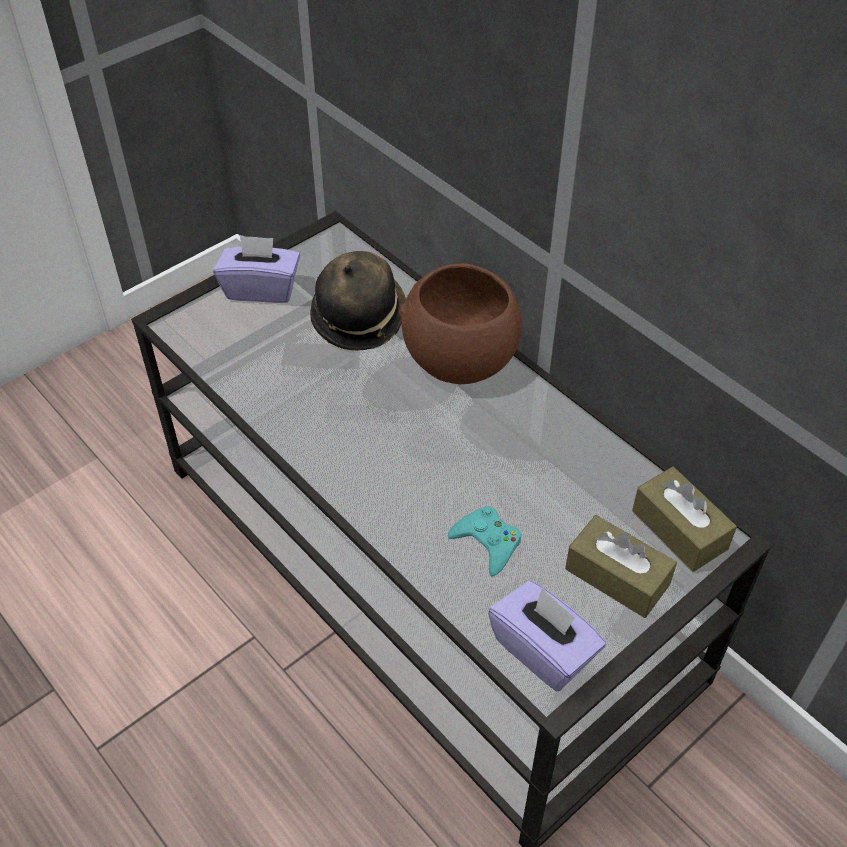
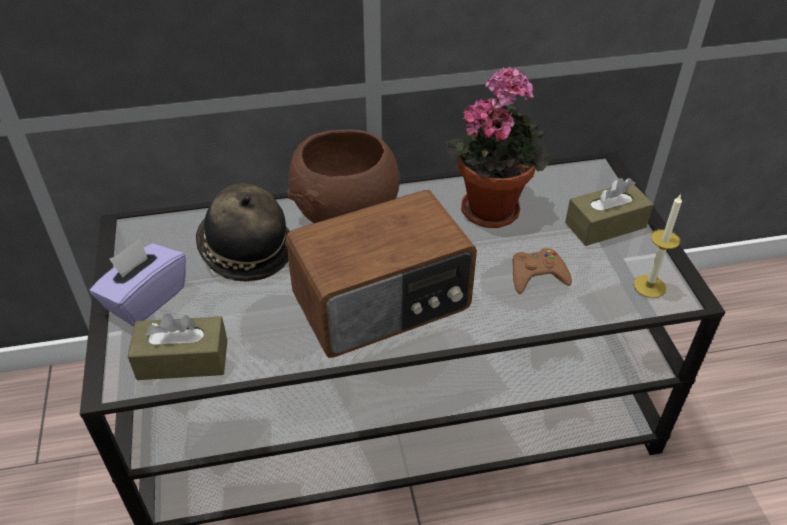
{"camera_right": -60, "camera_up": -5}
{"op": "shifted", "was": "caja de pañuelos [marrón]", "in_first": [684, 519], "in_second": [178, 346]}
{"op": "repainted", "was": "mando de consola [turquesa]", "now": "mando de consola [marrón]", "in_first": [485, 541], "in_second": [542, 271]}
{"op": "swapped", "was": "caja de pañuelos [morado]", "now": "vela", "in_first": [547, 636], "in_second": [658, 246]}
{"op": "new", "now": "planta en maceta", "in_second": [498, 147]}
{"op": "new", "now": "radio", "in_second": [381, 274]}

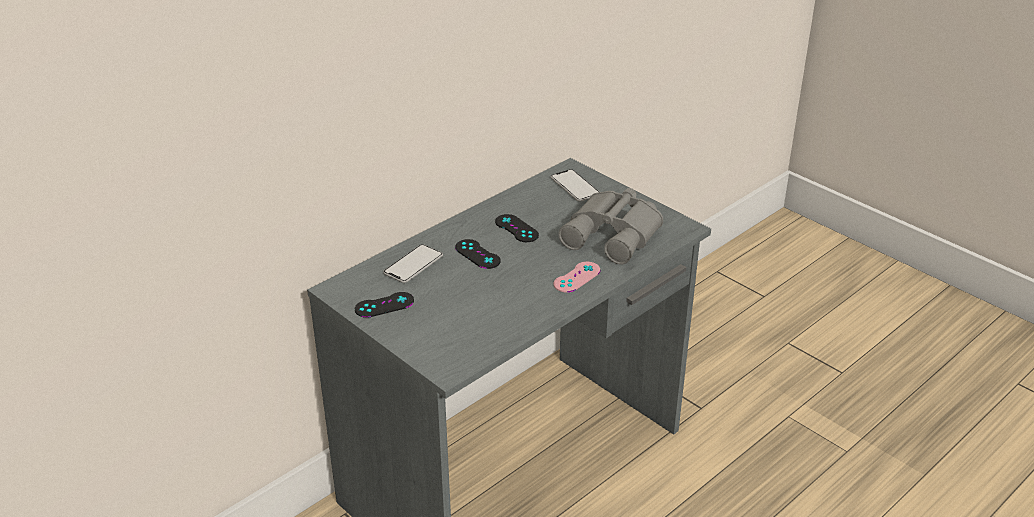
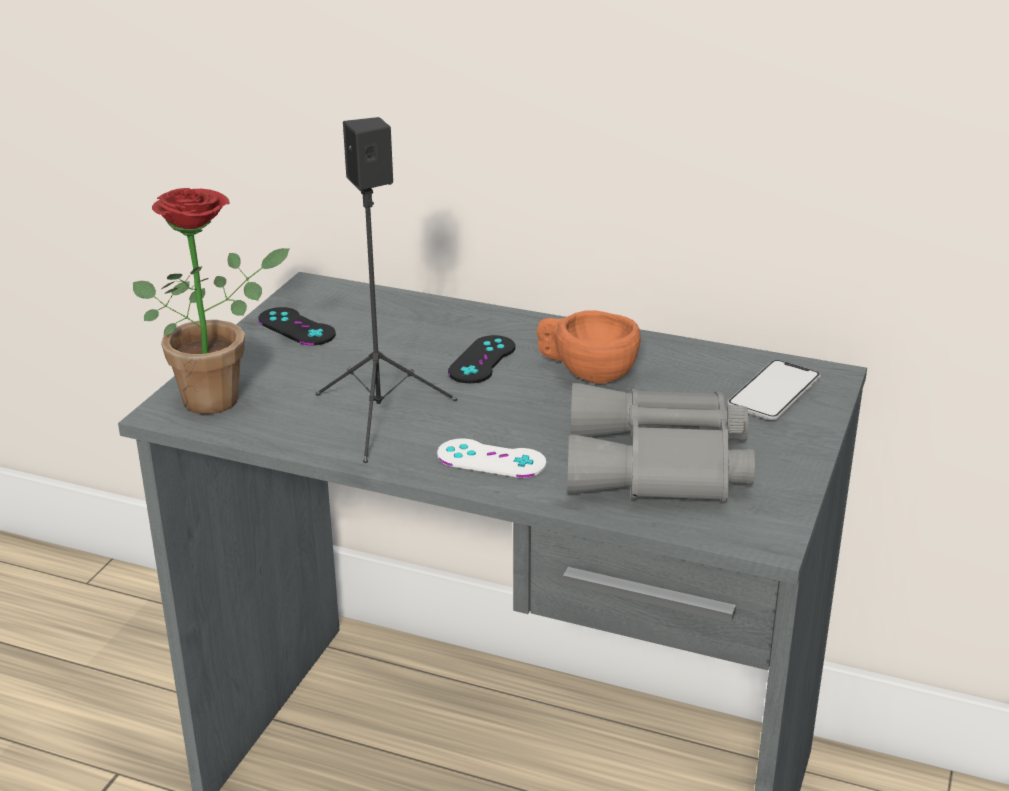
{"camera_right": 65, "camera_up": -5}
{"op": "swapped", "was": "mando de consola [negro]", "now": "taza [naranja]", "in_first": [517, 228], "in_second": [589, 347]}
{"op": "gone", "was": "móvil", "in_first": [413, 263]}
{"op": "repainted", "was": "mando de consola [rosa]", "now": "mando de consola [blanco]", "in_first": [577, 277], "in_second": [491, 458]}
{"op": "new", "now": "altavoz [negro]", "in_second": [386, 290]}
{"op": "new", "now": "planta en maceta", "in_second": [211, 301]}

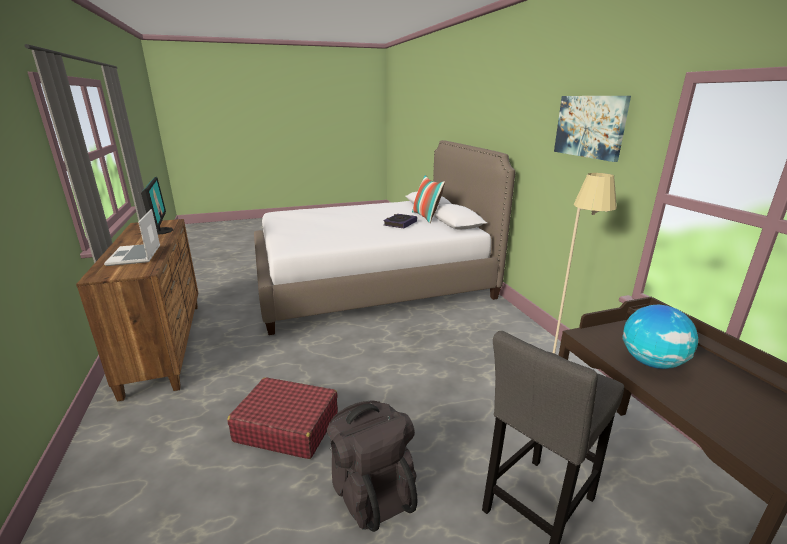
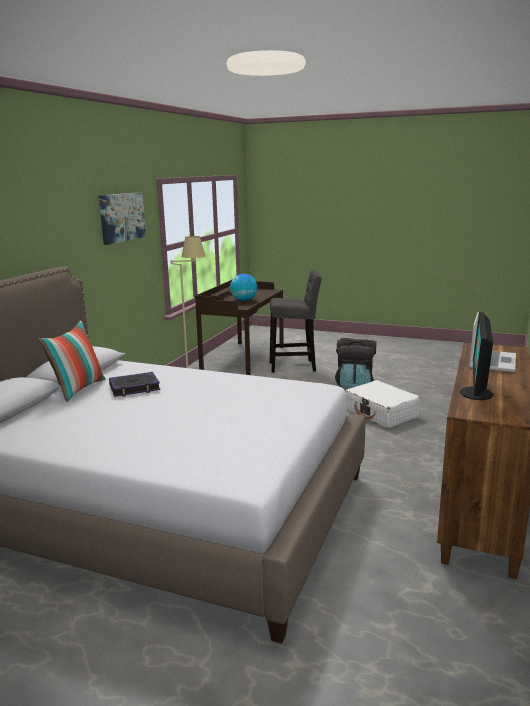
{"camera_right": -140, "camera_up": -5}
{"op": "repainted", "was": "maleta [rojo]", "now": "maleta [blanco]", "in_first": [282, 418], "in_second": [383, 404]}

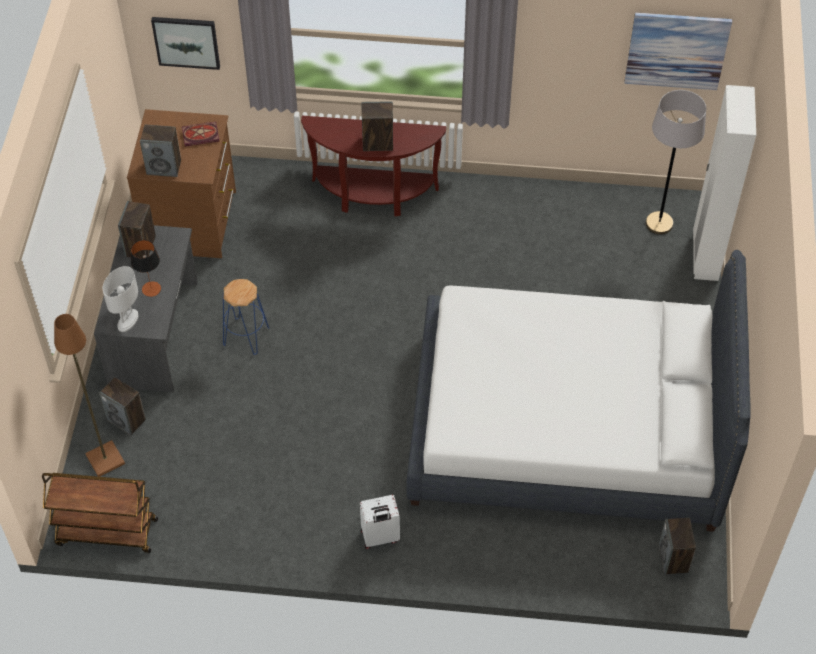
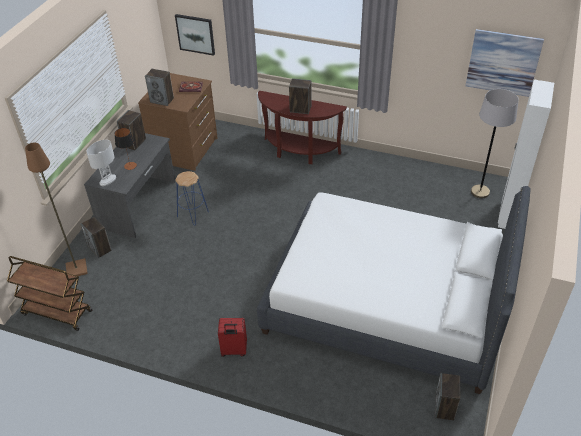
{"camera_right": 15, "camera_up": -10}
{"op": "repainted", "was": "maleta [blanco]", "now": "maleta [rojo]", "in_first": [380, 522], "in_second": [232, 337]}

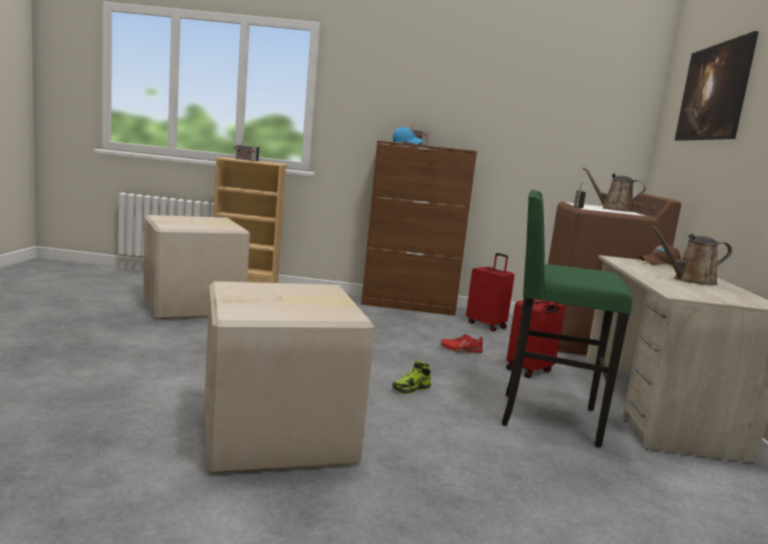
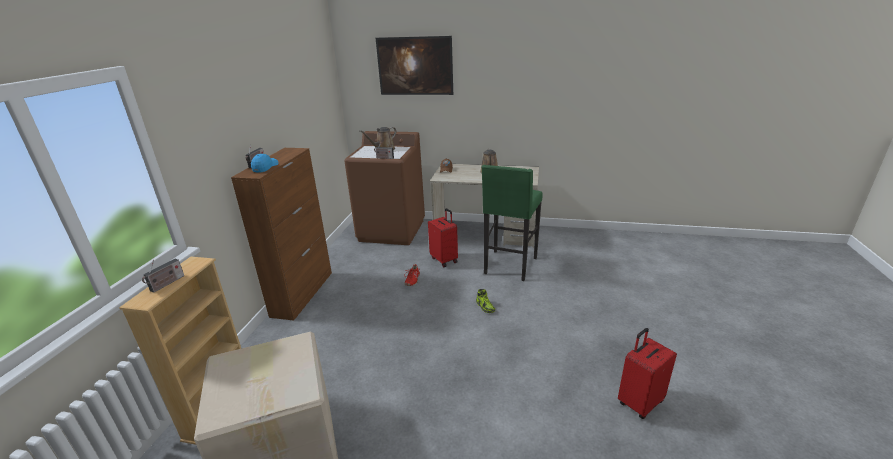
{"camera_right": -80, "camera_up": 15}
{"op": "shifted", "was": "maleta [rojo]", "in_first": [490, 292], "in_second": [647, 373]}
{"op": "gone", "was": "caja de cartón", "in_first": [289, 377]}

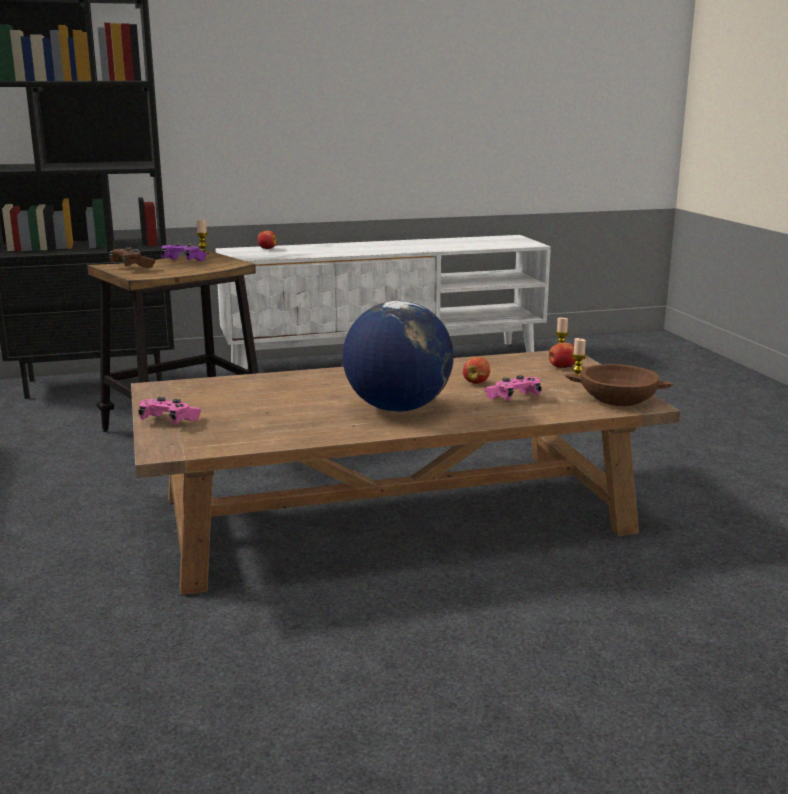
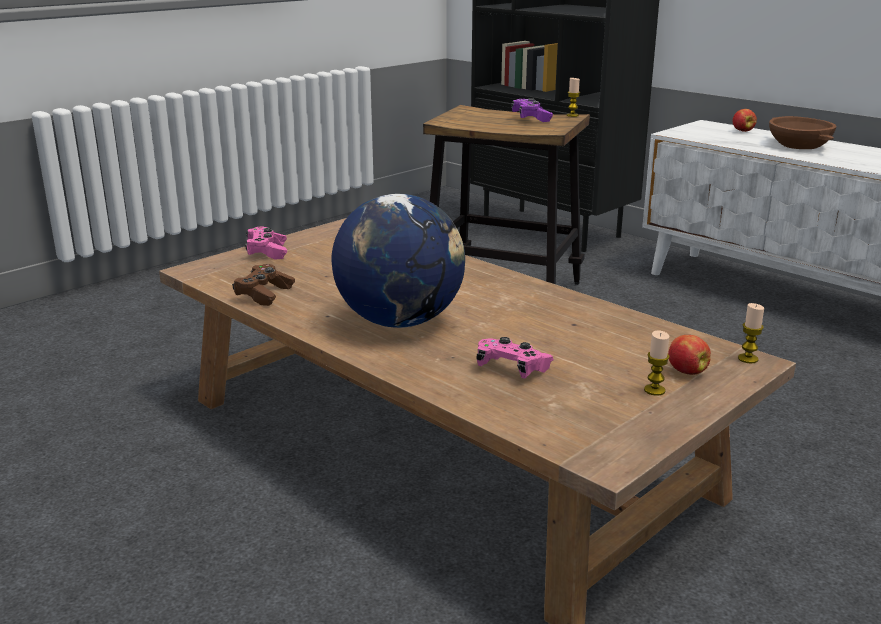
{"camera_right": 60, "camera_up": 5}
{"op": "shifted", "was": "mando de consola [marrón]", "in_first": [131, 258], "in_second": [263, 285]}
{"op": "gone", "was": "manzana", "in_first": [476, 370]}
{"op": "shifted", "was": "cuenco [marrón]", "in_first": [619, 385], "in_second": [803, 132]}

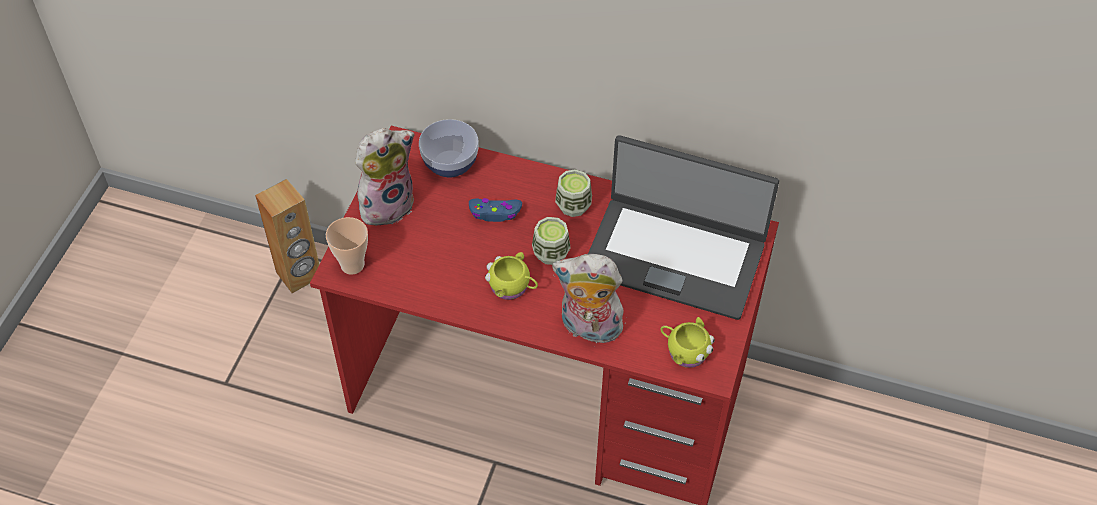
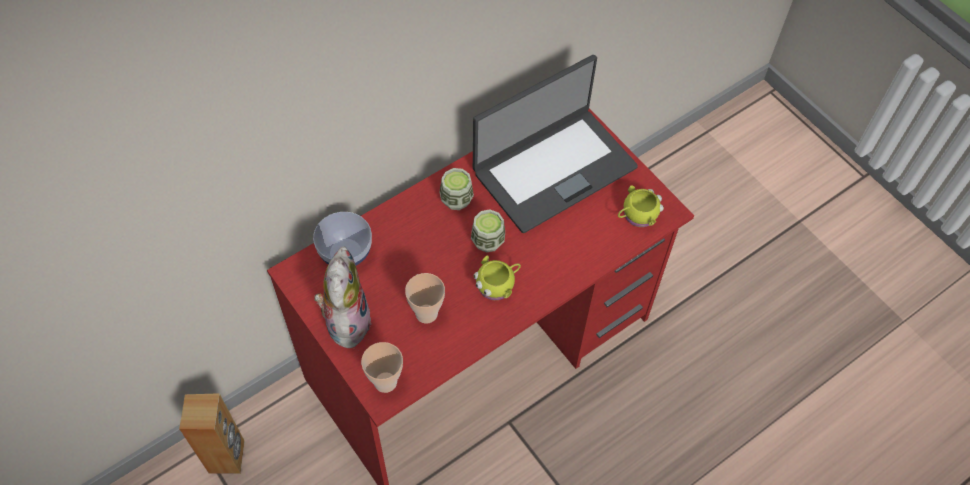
{"camera_right": -55, "camera_up": 5}
{"op": "gone", "was": "mando de consola [azul]", "in_first": [495, 210]}
{"op": "gone", "was": "peluche", "in_first": [589, 298]}
{"op": "new", "now": "taza", "in_second": [425, 298]}

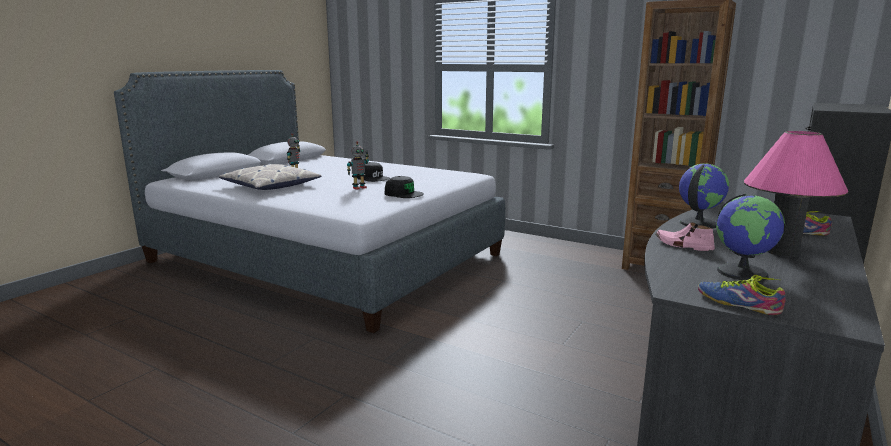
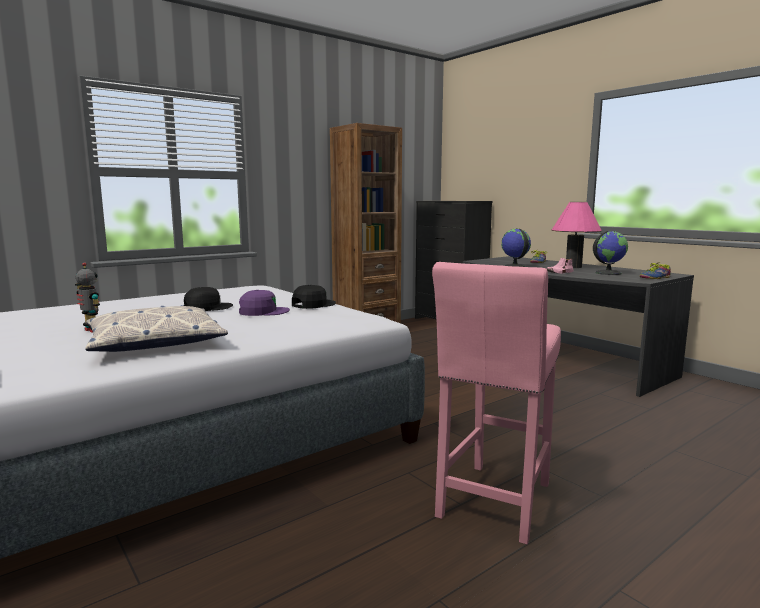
{"camera_right": -70, "camera_up": -5}
{"op": "swapped", "was": "robot de juguete", "now": "gorra [morado]", "in_first": [358, 165], "in_second": [264, 303]}
{"op": "new", "now": "taburete [rosa]", "in_second": [496, 403]}

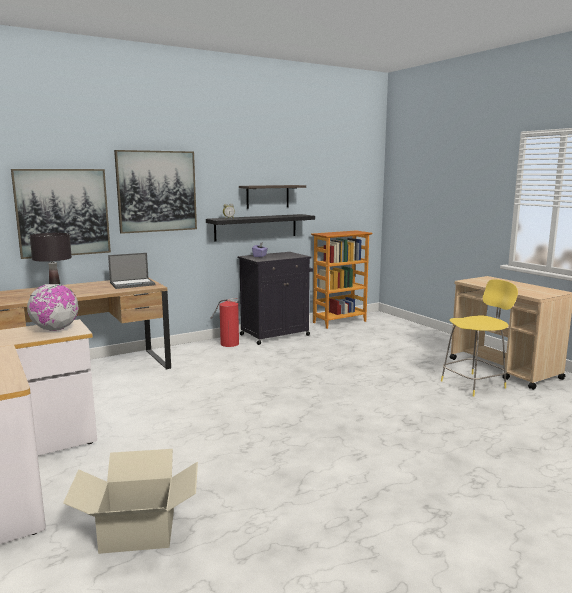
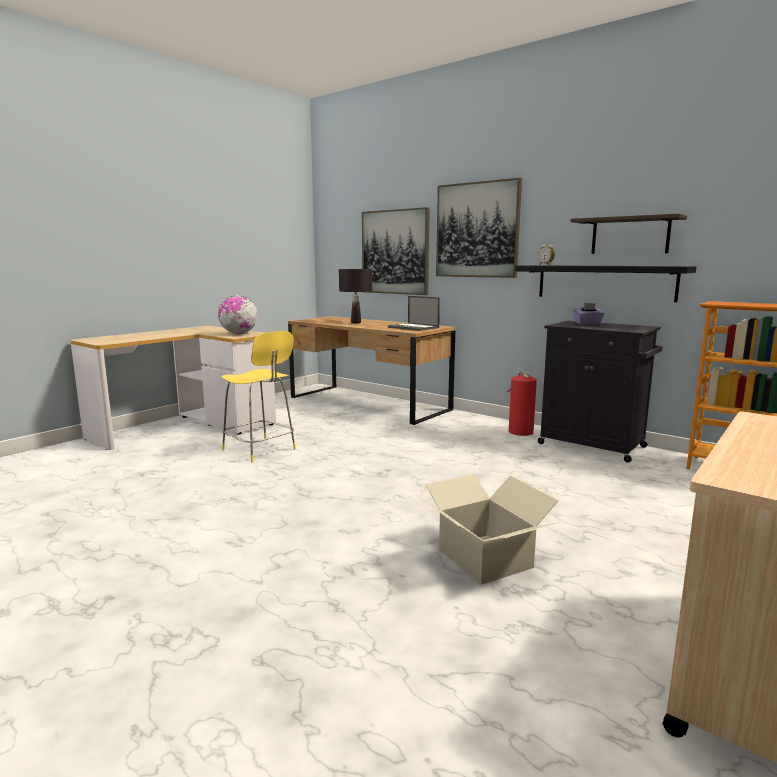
{"camera_right": 70, "camera_up": 0}
{"op": "shifted", "was": "taburete [amarillo]", "in_first": [479, 337], "in_second": [259, 397]}
{"op": "shifted", "was": "caja de cartón", "in_first": [130, 501], "in_second": [489, 529]}

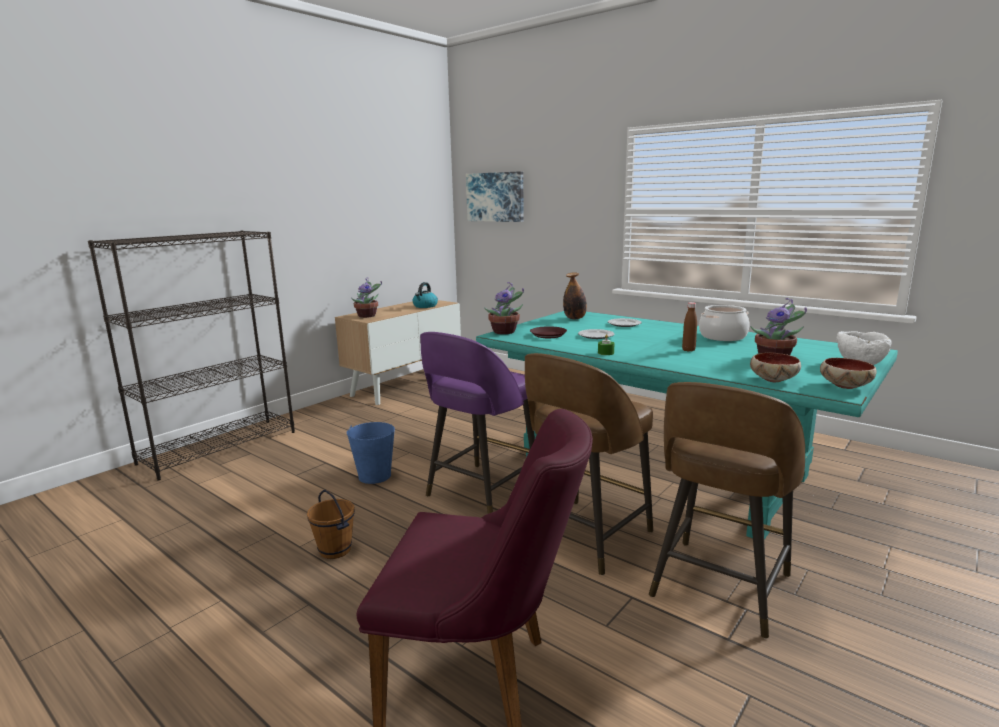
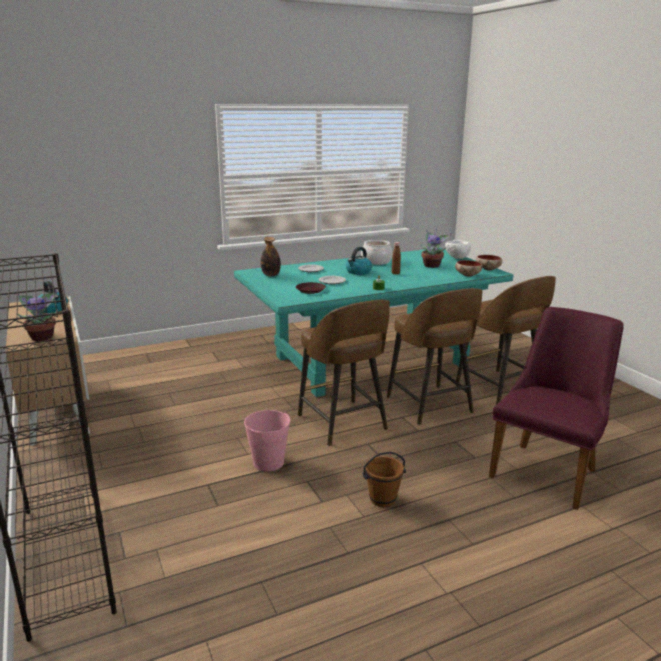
{"camera_right": -65, "camera_up": 5}
{"op": "gone", "was": "cuadro", "in_first": [495, 196]}
{"op": "gone", "was": "planta en maceta", "in_first": [504, 308]}
{"op": "repainted", "was": "taburete [morado]", "now": "taburete [marrón]", "in_first": [477, 423], "in_second": [344, 373]}
{"op": "repainted", "was": "cubo [azul]", "now": "cubo [rosa]", "in_first": [371, 453], "in_second": [267, 441]}
{"op": "new", "now": "hervidor", "in_second": [359, 261]}

